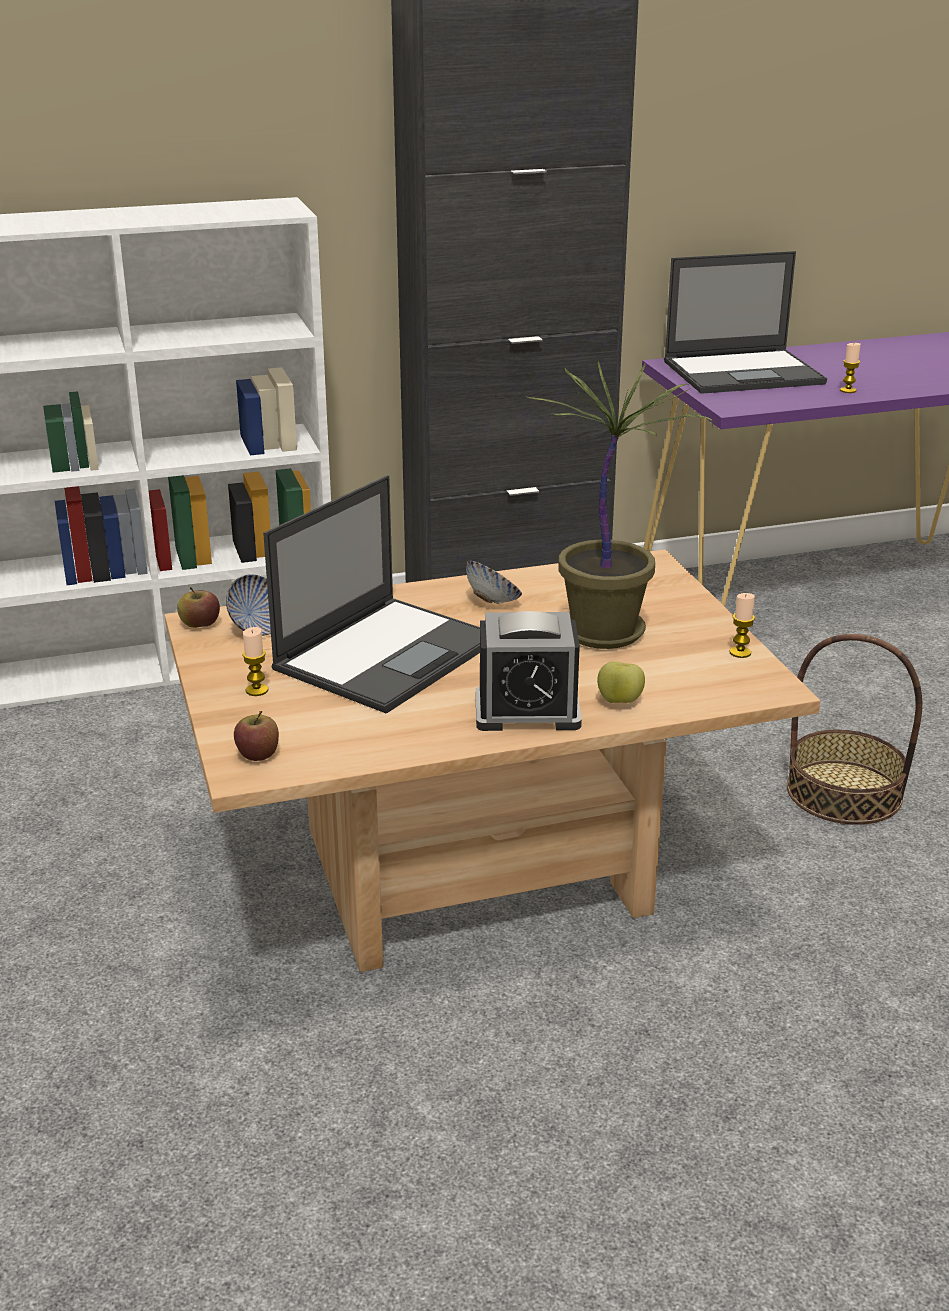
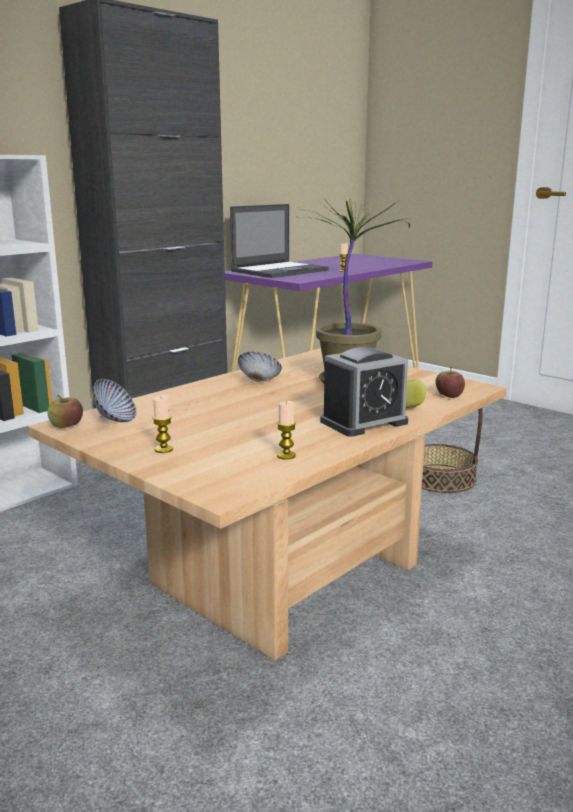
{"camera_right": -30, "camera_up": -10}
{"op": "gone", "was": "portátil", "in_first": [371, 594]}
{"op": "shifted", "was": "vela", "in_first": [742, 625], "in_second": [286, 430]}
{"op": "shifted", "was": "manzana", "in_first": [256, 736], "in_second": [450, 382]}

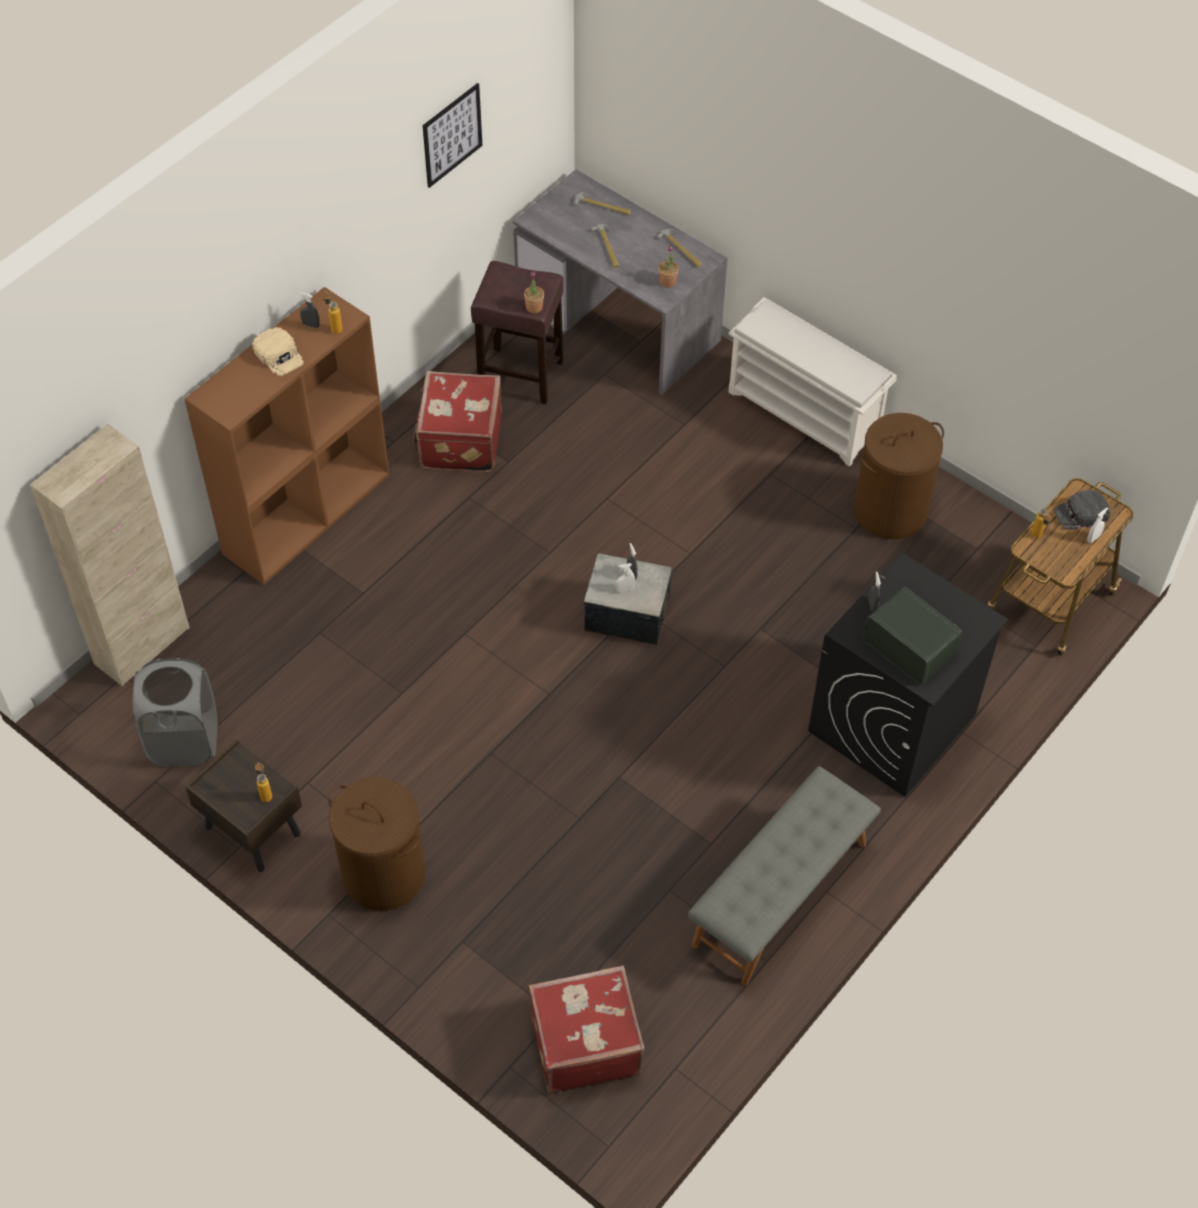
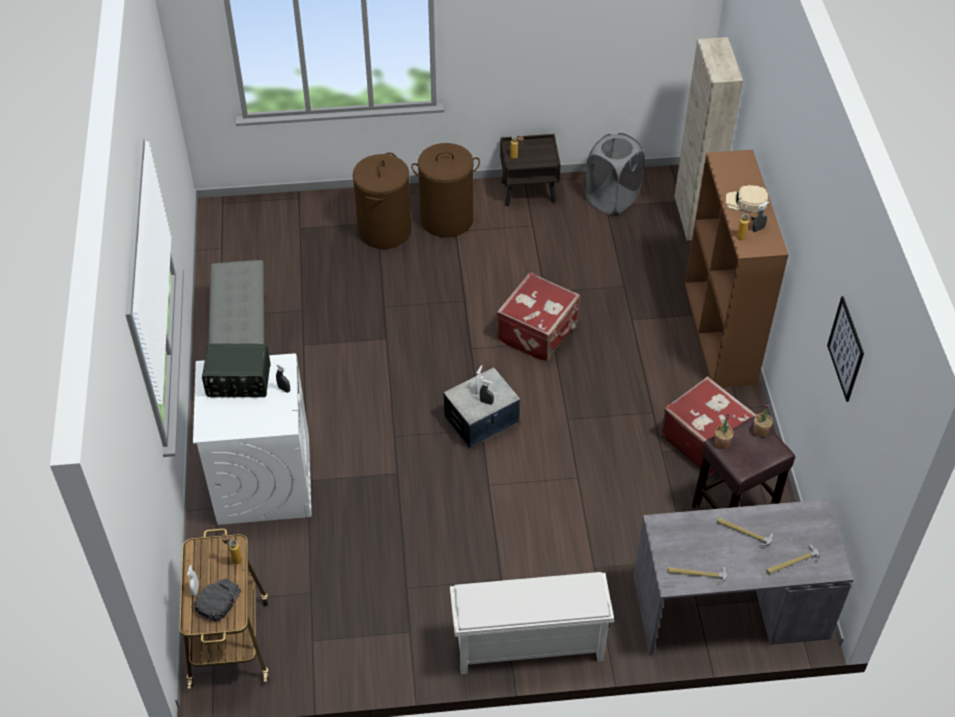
{"camera_right": 135, "camera_up": -5}
{"op": "shifted", "was": "planta en maceta", "in_first": [669, 266], "in_second": [762, 420]}
{"op": "shifted", "was": "cesto de la ropa [marrón]", "in_first": [899, 476], "in_second": [382, 200]}
{"op": "repainted", "was": "lavadora [negro]", "now": "lavadora [blanco]", "in_first": [908, 675], "in_second": [252, 439]}
{"op": "shifted", "was": "maleta [rojo]", "in_first": [586, 1029], "in_second": [538, 317]}

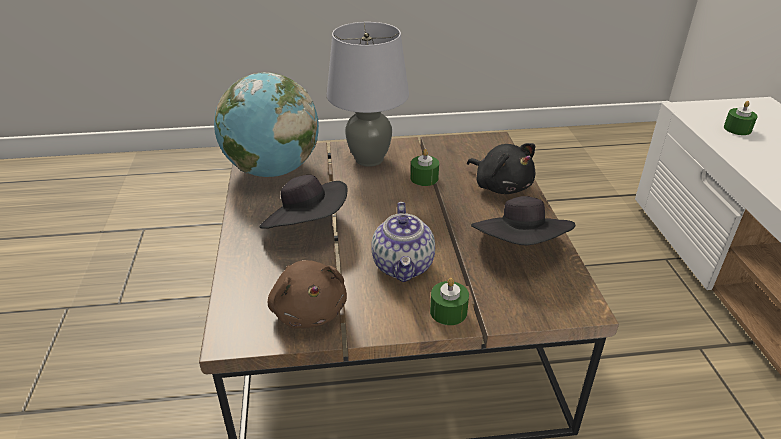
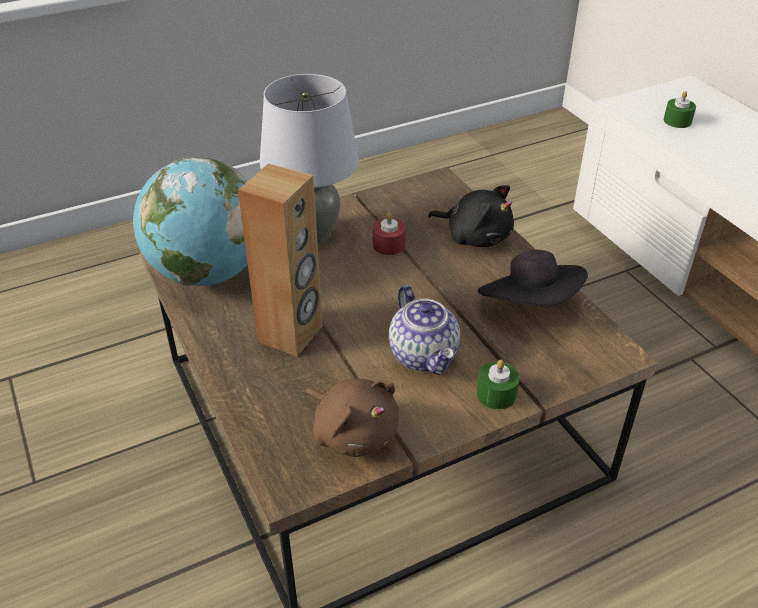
{"camera_right": -20, "camera_up": 5}
{"op": "repainted", "was": "vela [verde]", "now": "vela [rojo]", "in_first": [425, 167], "in_second": [389, 233]}
{"op": "swapped", "was": "sombrero [negro]", "now": "altavoz [marrón]", "in_first": [303, 202], "in_second": [280, 260]}

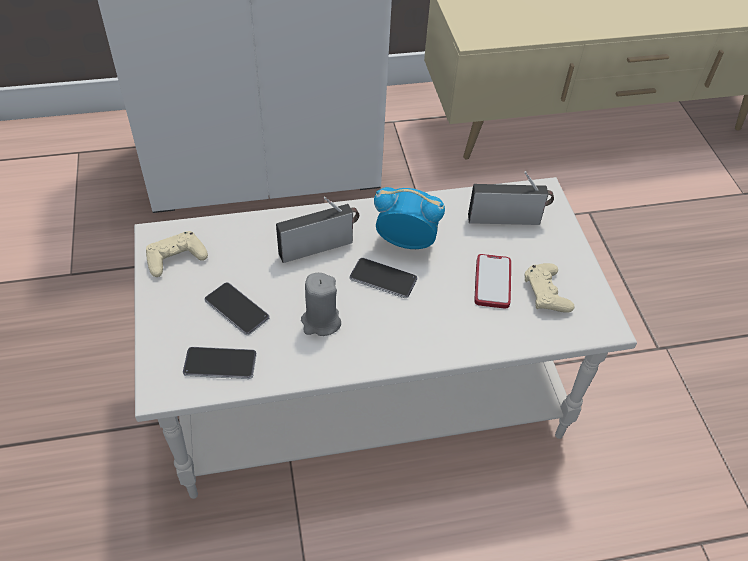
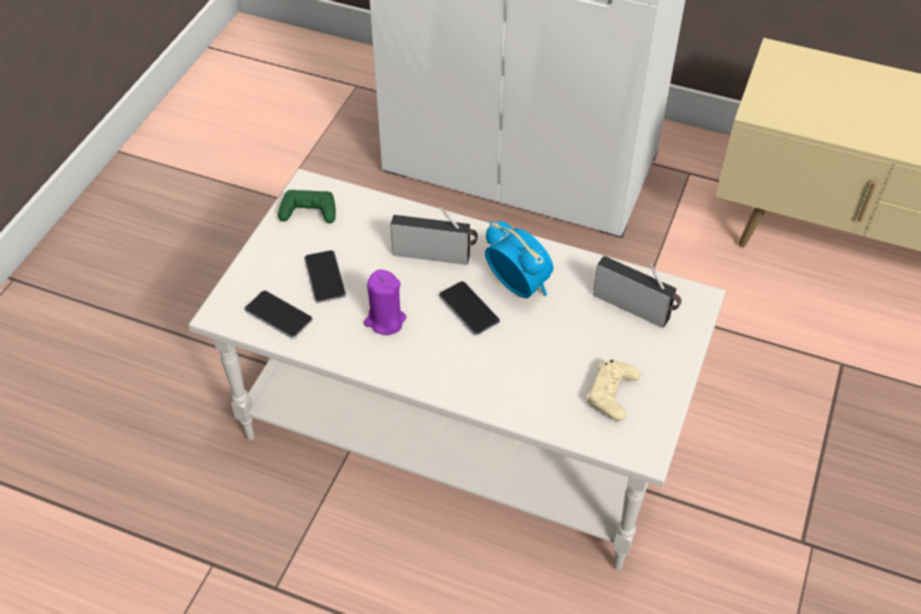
{"camera_right": 35, "camera_up": 0}
{"op": "repainted", "was": "mando de consola [beis]", "now": "mando de consola [verde]", "in_first": [177, 254], "in_second": [307, 207]}
{"op": "gone", "was": "móvil", "in_first": [492, 281]}
{"op": "repainted", "was": "vela [gris]", "now": "vela [morado]", "in_first": [321, 304], "in_second": [385, 302]}

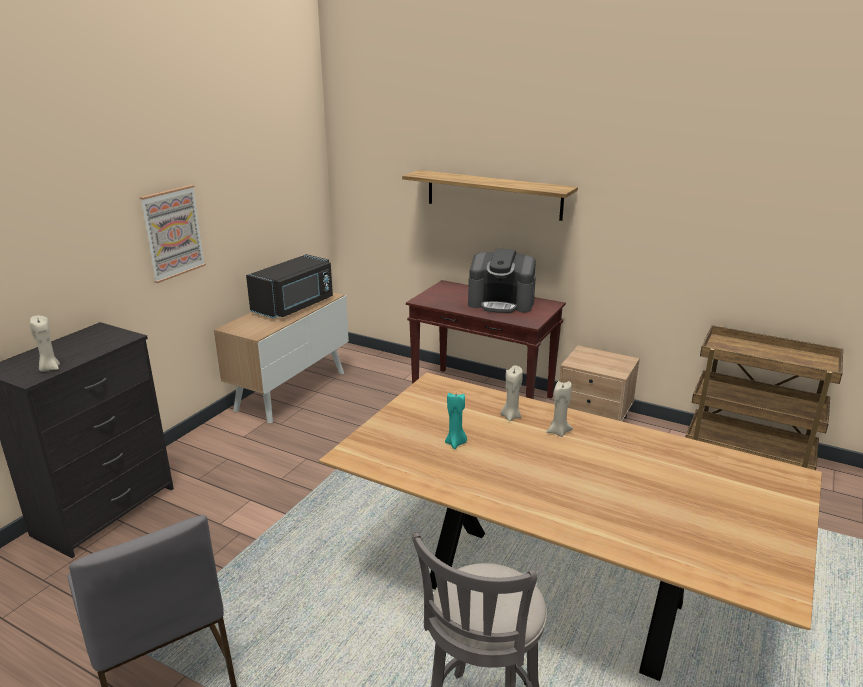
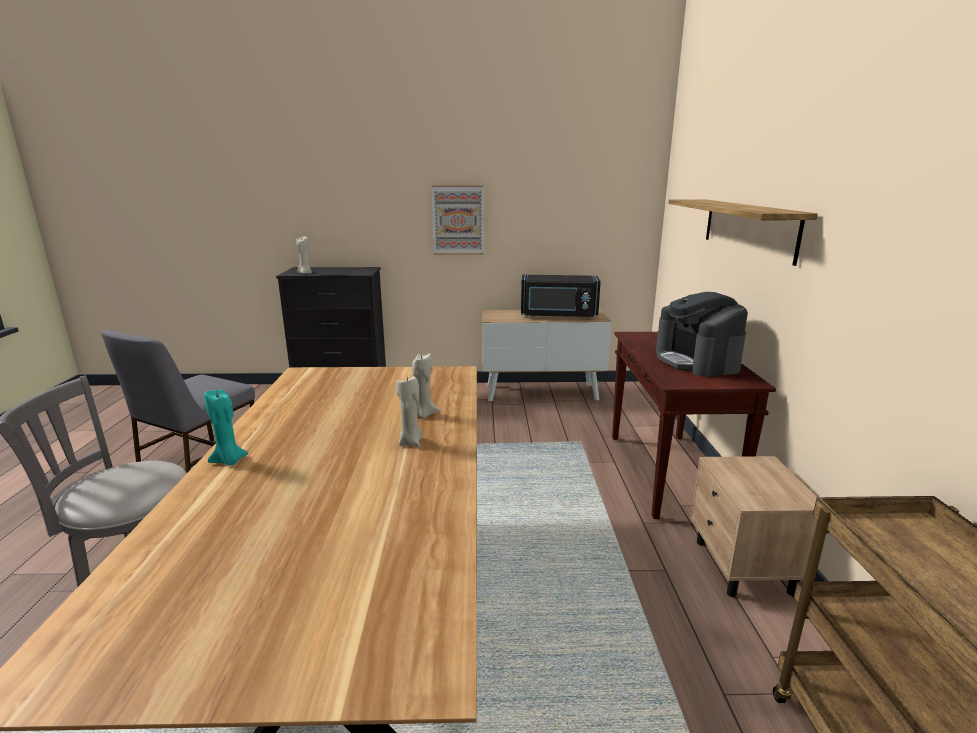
{"camera_right": 60, "camera_up": -5}
{"op": "shifted", "was": "vela [turquesa]", "in_first": [456, 421], "in_second": [226, 427]}

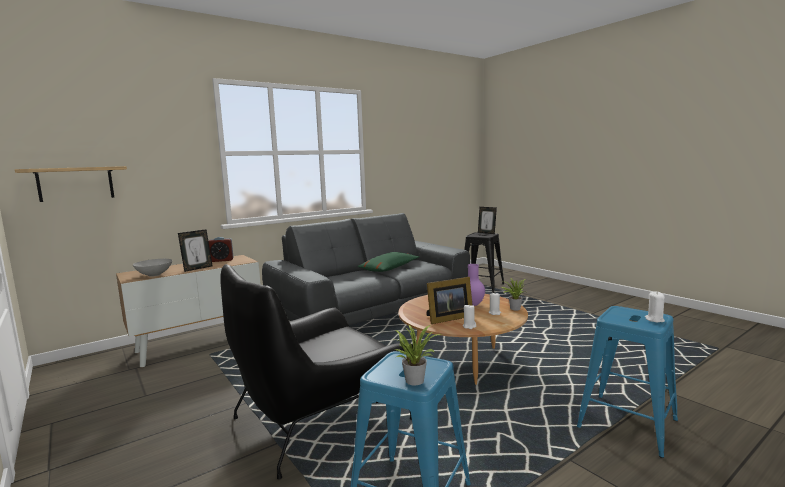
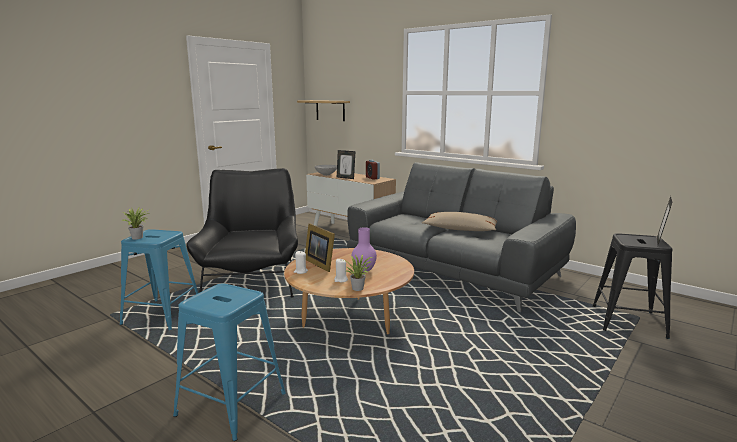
{"camera_right": 75, "camera_up": 5}
{"op": "repainted", "was": "cojín [verde]", "now": "cojín [beis]", "in_first": [388, 262], "in_second": [459, 221]}
{"op": "rotated", "was": "sillón [negro]", "in_first": [317, 372], "in_second": [242, 232], "clockwise": 45}
{"op": "gone", "was": "vela [blanco]", "in_first": [655, 307]}

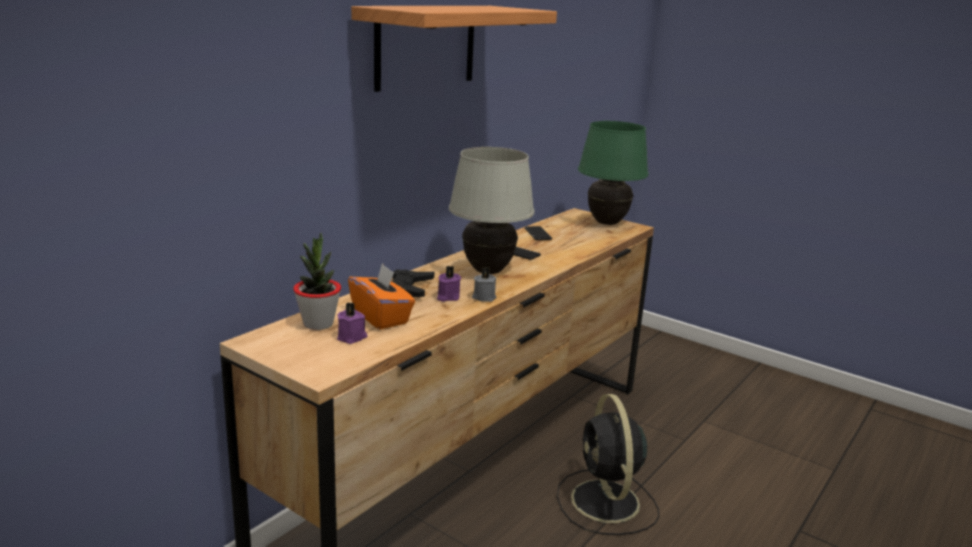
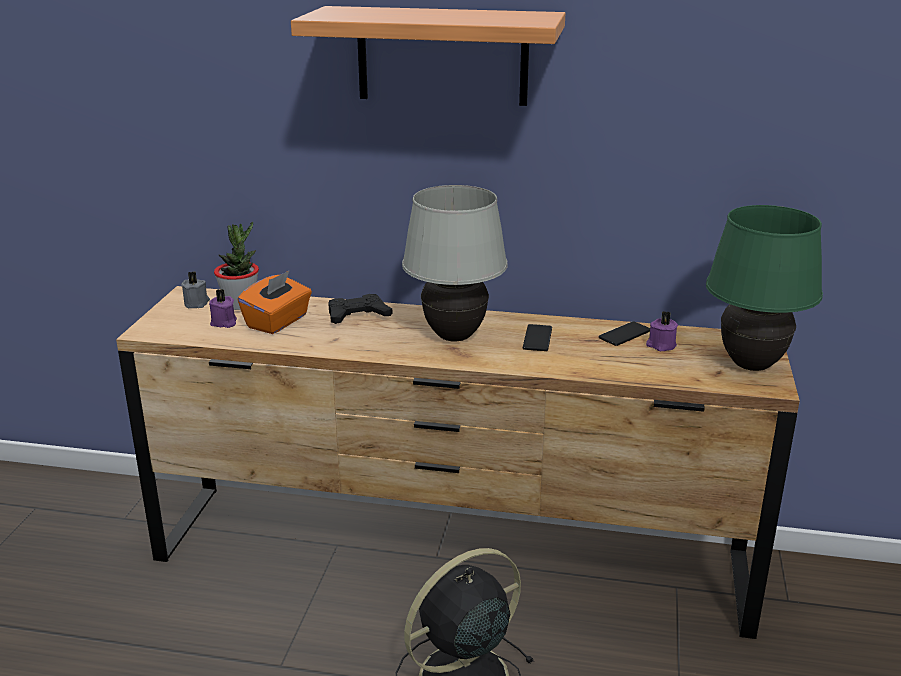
{"camera_right": 65, "camera_up": 5}
{"op": "shifted", "was": "vela [morado]", "in_first": [449, 284], "in_second": [662, 331]}
{"op": "shifted", "was": "vela [gris]", "in_first": [484, 284], "in_second": [195, 289]}

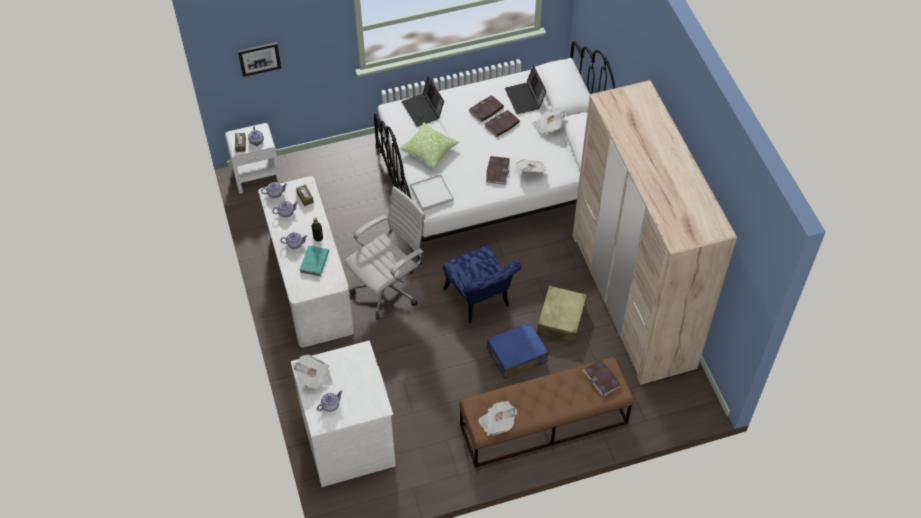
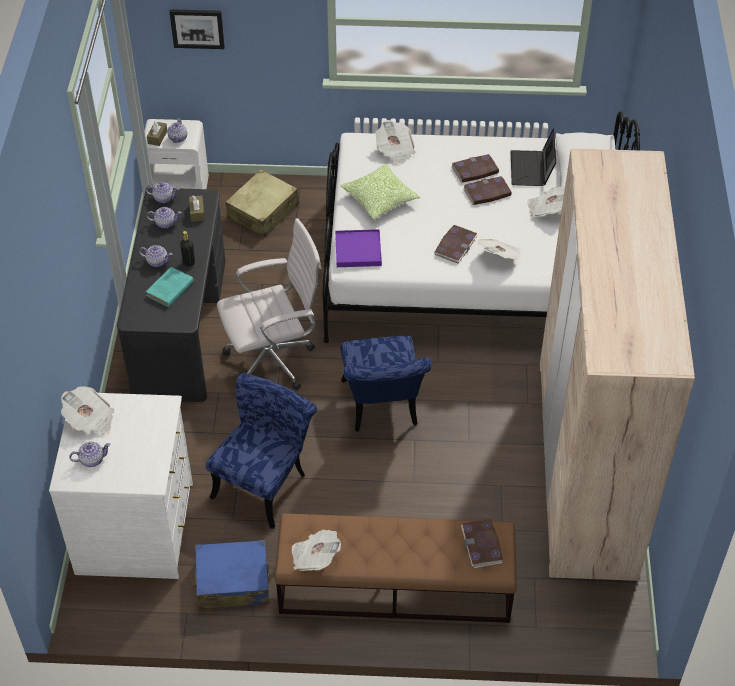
{"camera_right": 20, "camera_up": -5}
{"op": "swapped", "was": "portátil", "now": "periódico", "in_first": [423, 101], "in_second": [395, 143]}
{"op": "repainted", "was": "bandeja [blanco]", "now": "bandeja [morado]", "in_first": [432, 192], "in_second": [358, 248]}
{"op": "repainted", "was": "escritorio [blanco]", "now": "escritorio [negro]", "in_first": [306, 262], "in_second": [171, 295]}
{"op": "shifted", "was": "maleta [beis]", "in_first": [562, 314], "in_second": [262, 203]}
{"op": "shifted", "was": "maleta [azul]", "in_first": [517, 350], "in_second": [230, 575]}
{"op": "new", "now": "silla [azul]", "in_second": [261, 451]}

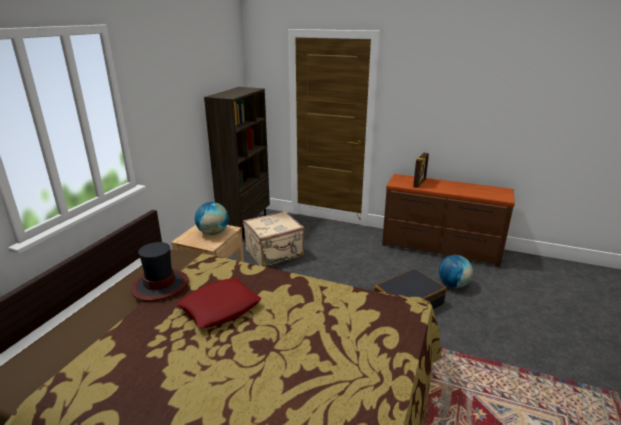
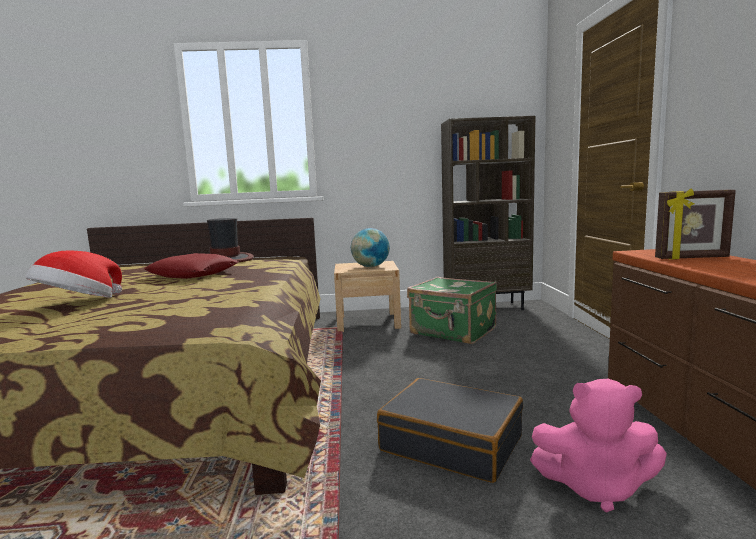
{"camera_right": 65, "camera_up": -15}
{"op": "repainted", "was": "maleta [beis]", "now": "maleta [verde]", "in_first": [273, 239], "in_second": [452, 310]}
{"op": "swapped", "was": "globo terráqueo", "now": "peluche [rosa]", "in_first": [455, 271], "in_second": [598, 445]}
{"op": "new", "now": "sombrero", "in_second": [74, 274]}

